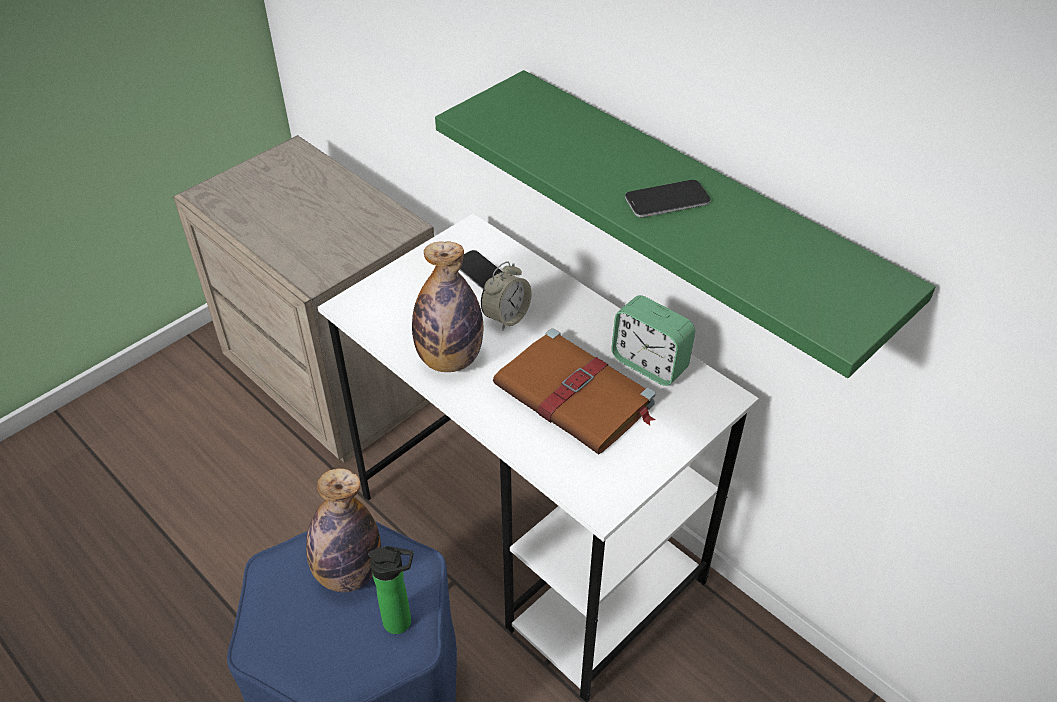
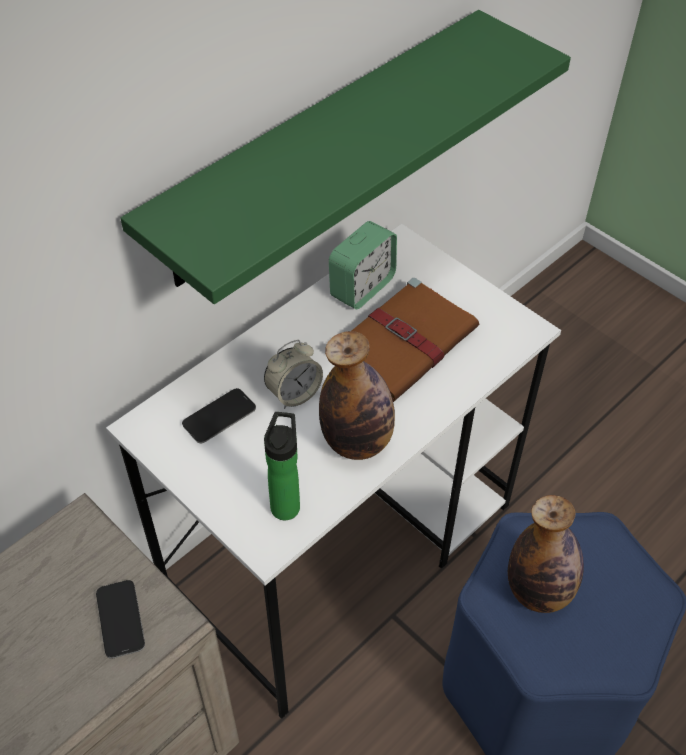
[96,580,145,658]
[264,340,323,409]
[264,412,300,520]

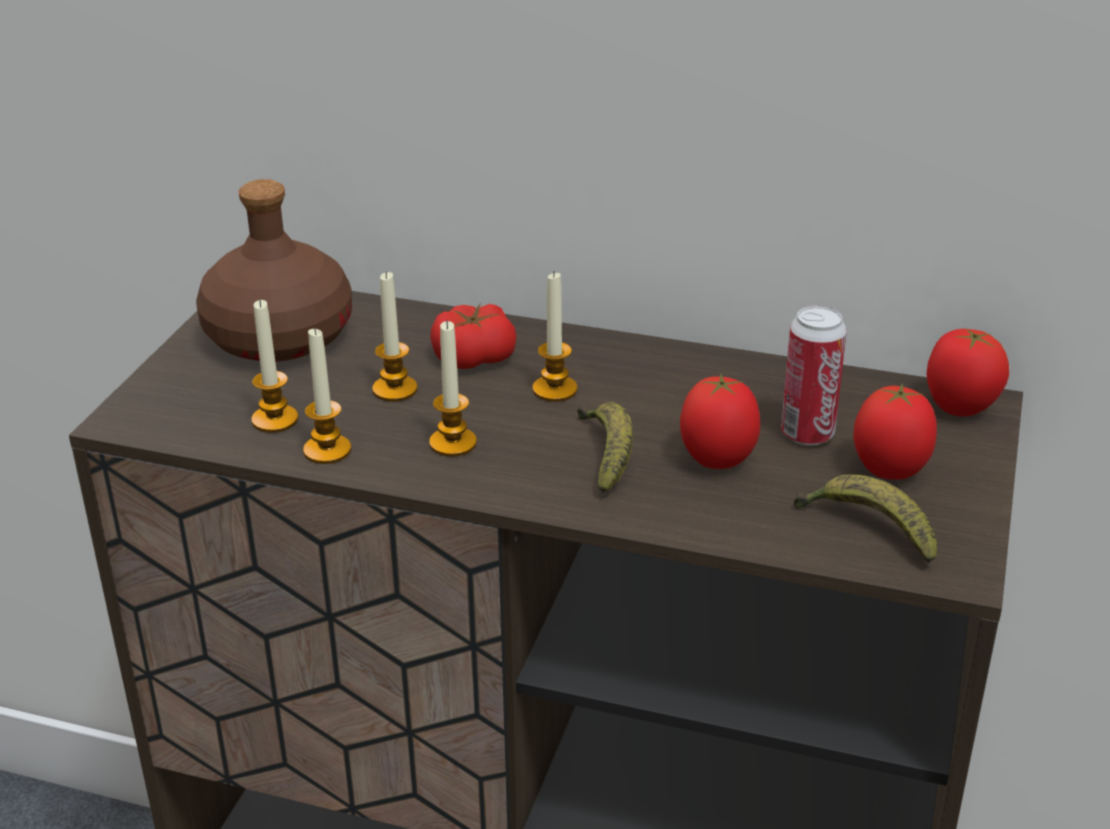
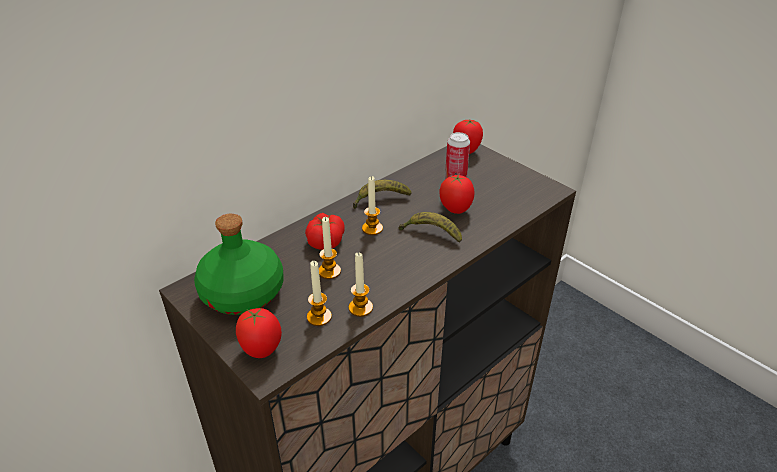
[194,214,284,315]
[429,321,477,457] (first image)
[236,307,282,358]
[353,180,412,209]

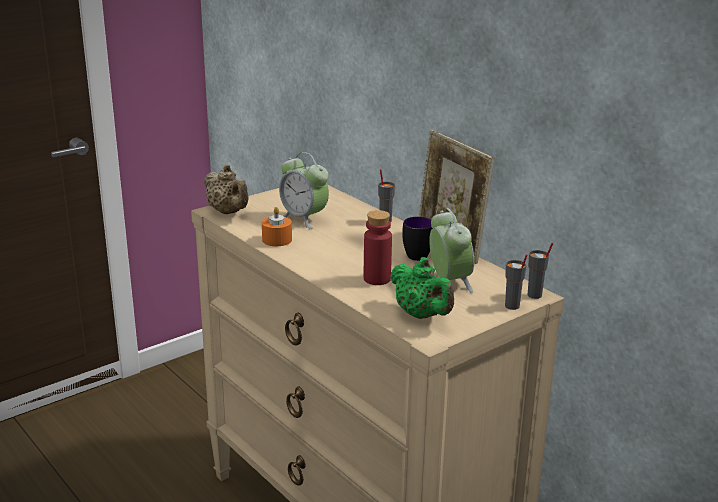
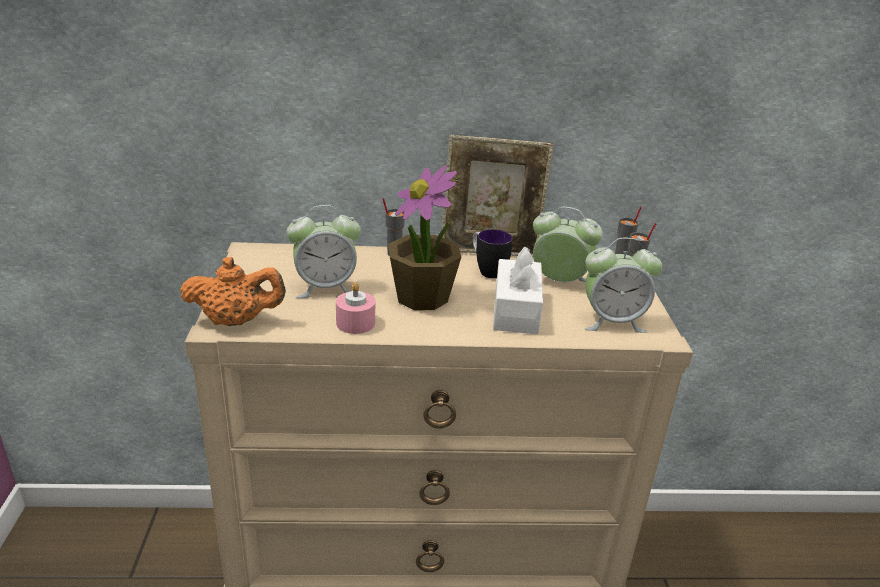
[180,257,286,326]
[336,282,375,334]
[493,246,543,334]
[585,238,662,333]
[388,165,461,310]

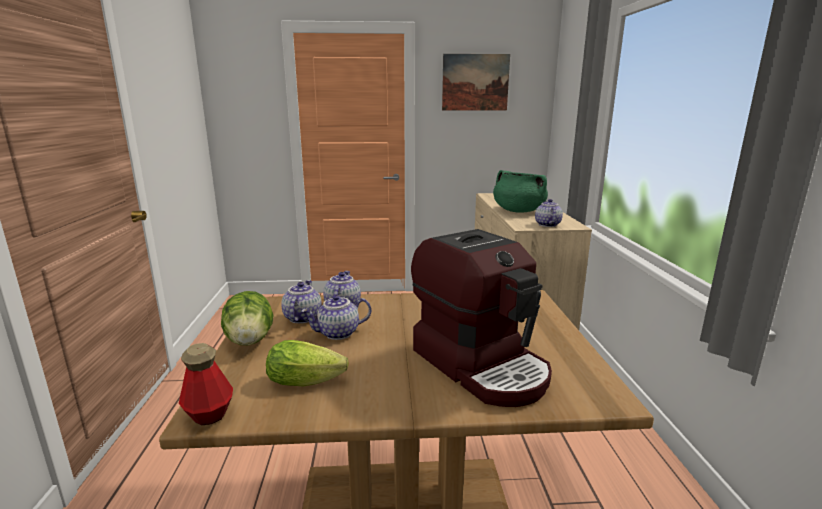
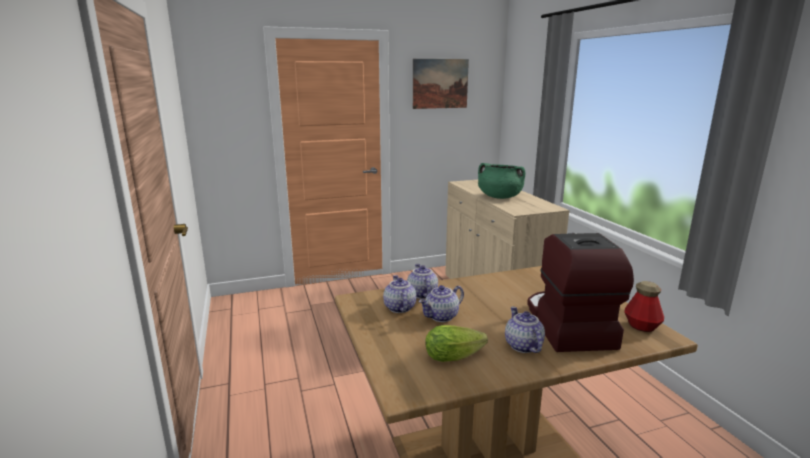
[505,307,545,353]
[527,233,634,352]
[221,291,273,345] (first image)
[624,281,664,332]

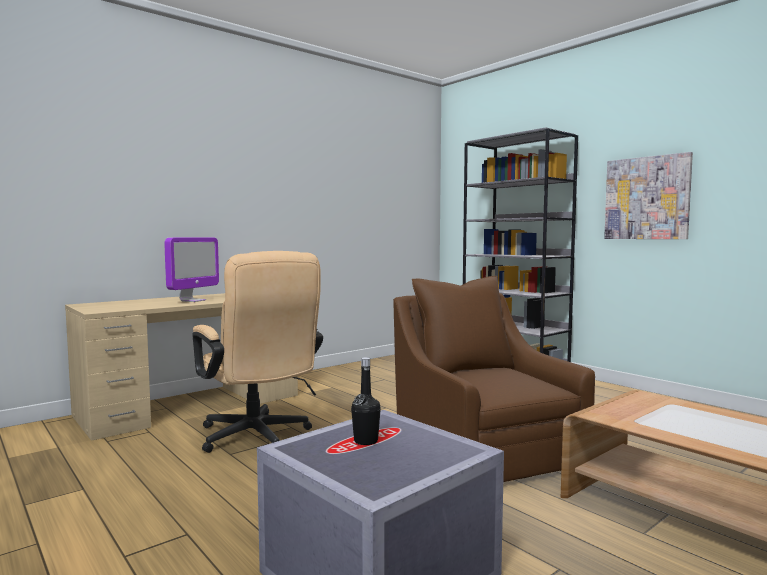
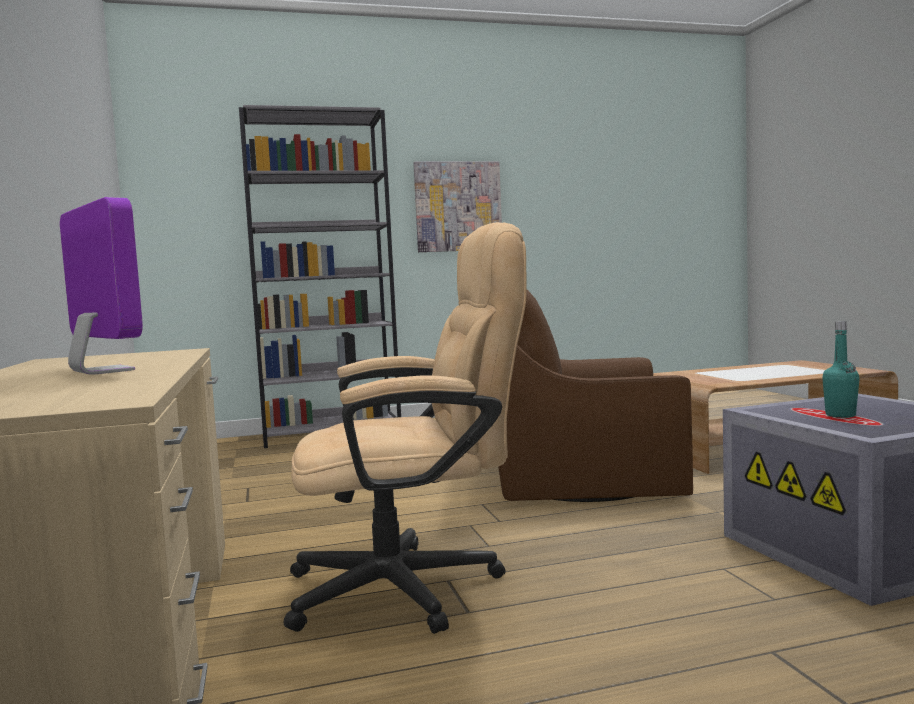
[822,321,860,418]

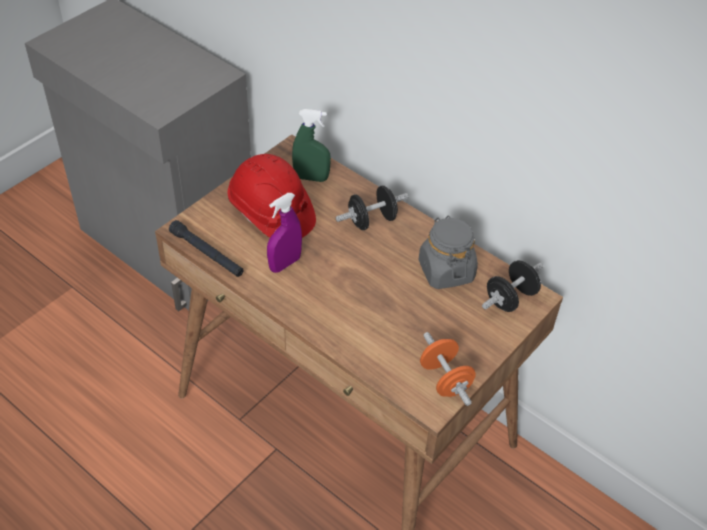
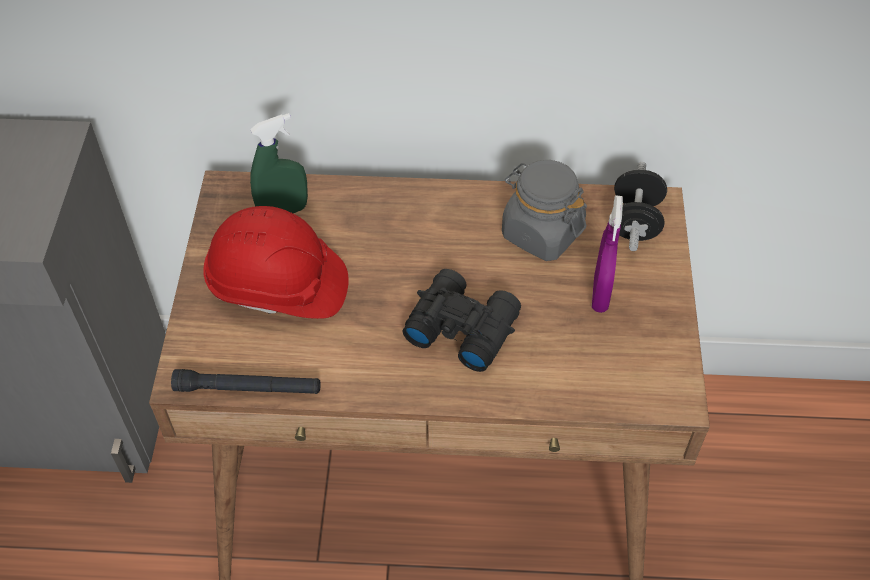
[336,186,409,230] (first image)
[592,195,623,313]
[420,332,476,406] (first image)
[403,269,521,372]

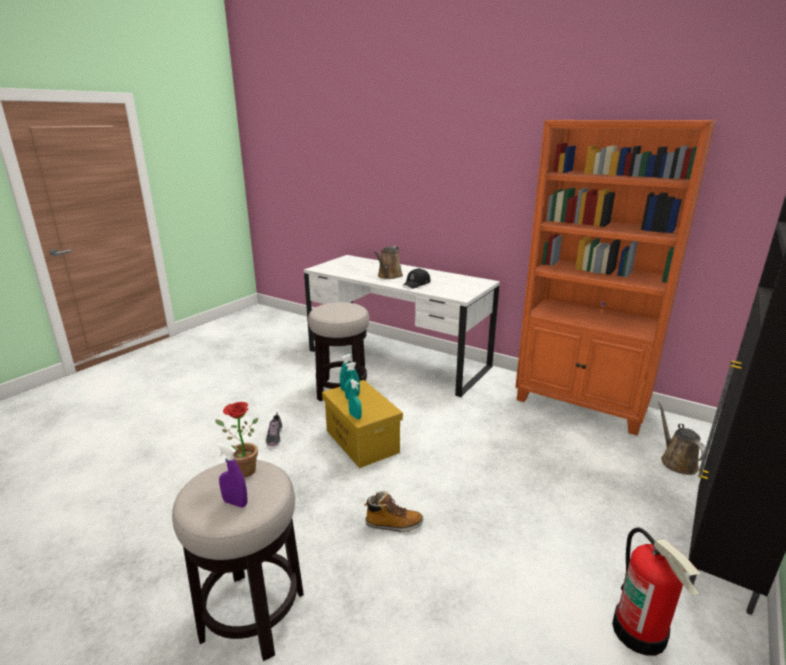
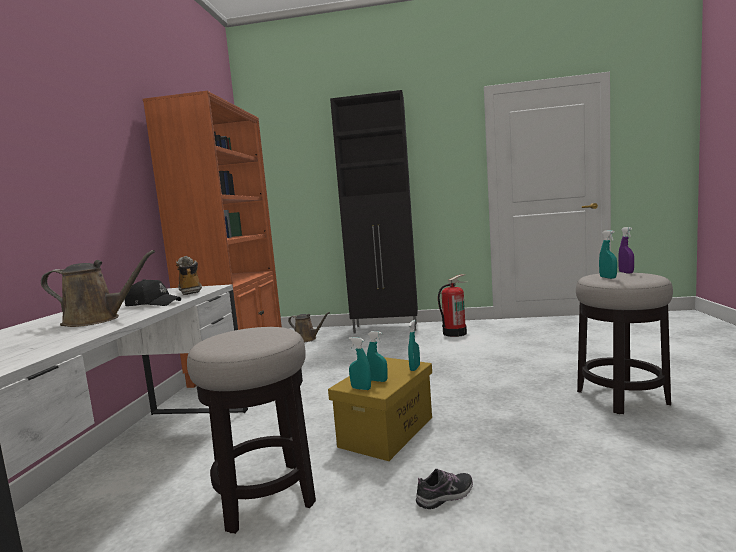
[599,230,617,279]
[288,312,330,342]
[176,256,202,295]

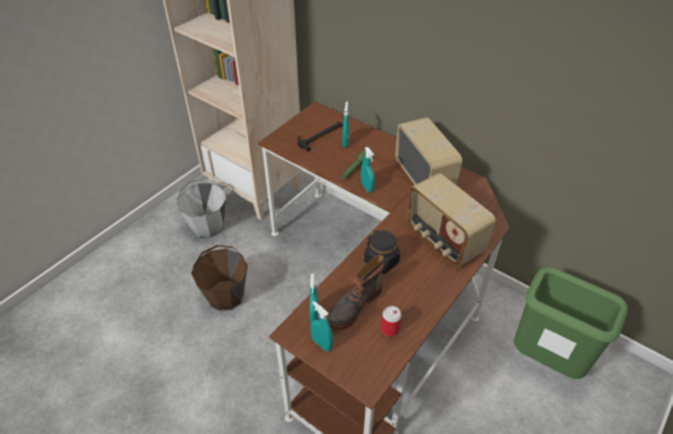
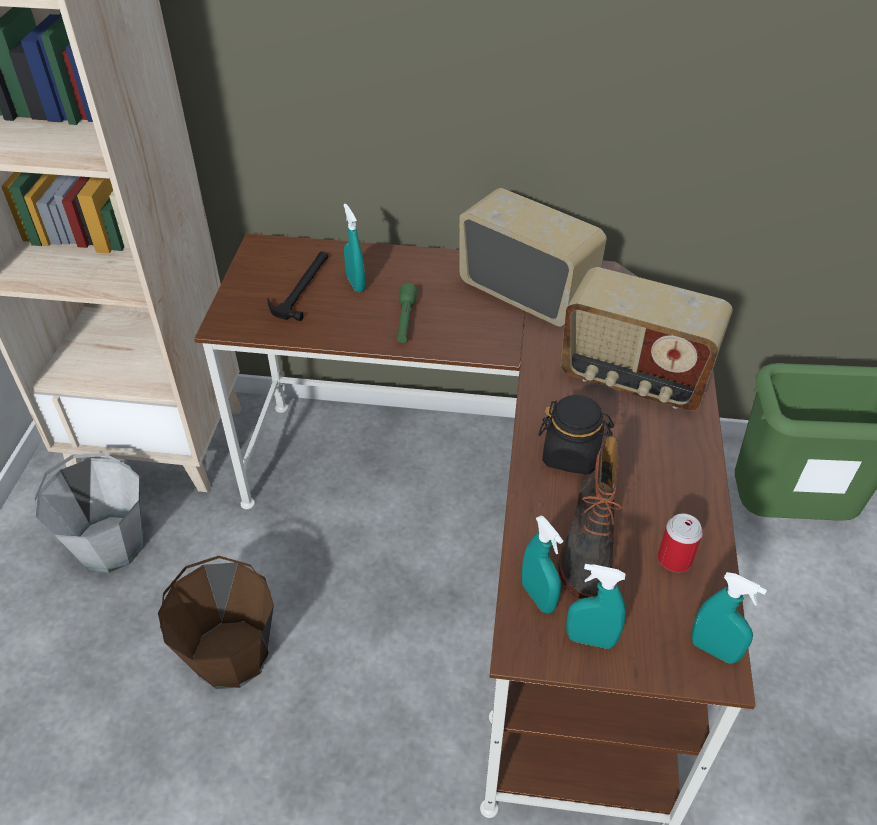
[691,572,767,664]

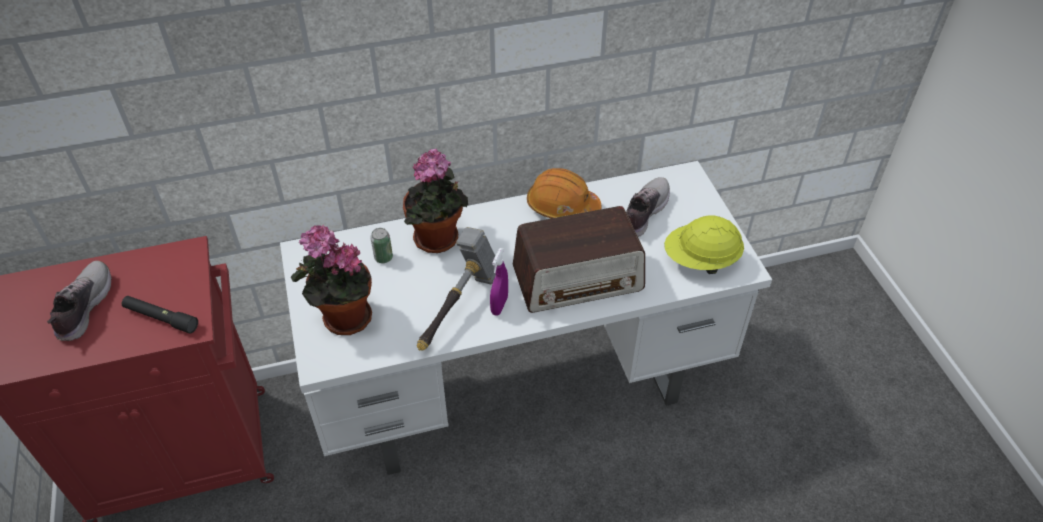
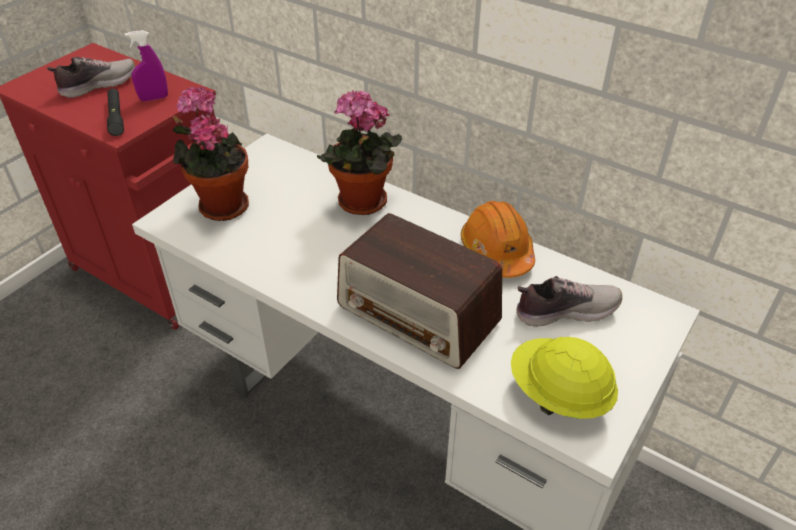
[417,227,496,350] (first image)
[370,228,393,263] (first image)
[124,30,168,101]

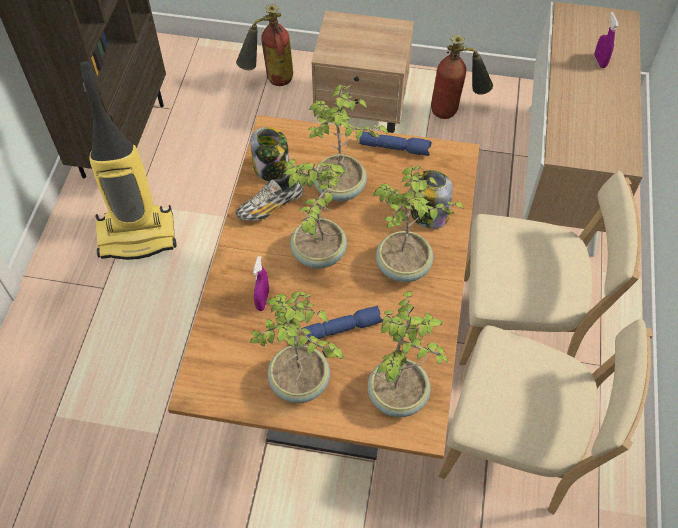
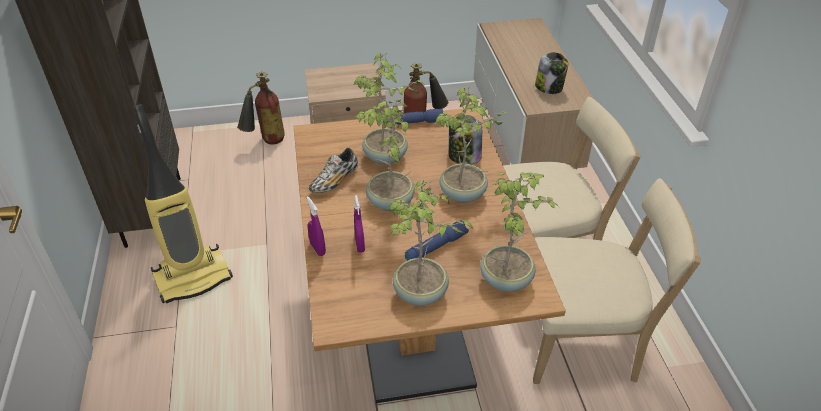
[306,196,326,256]
[535,52,568,94]

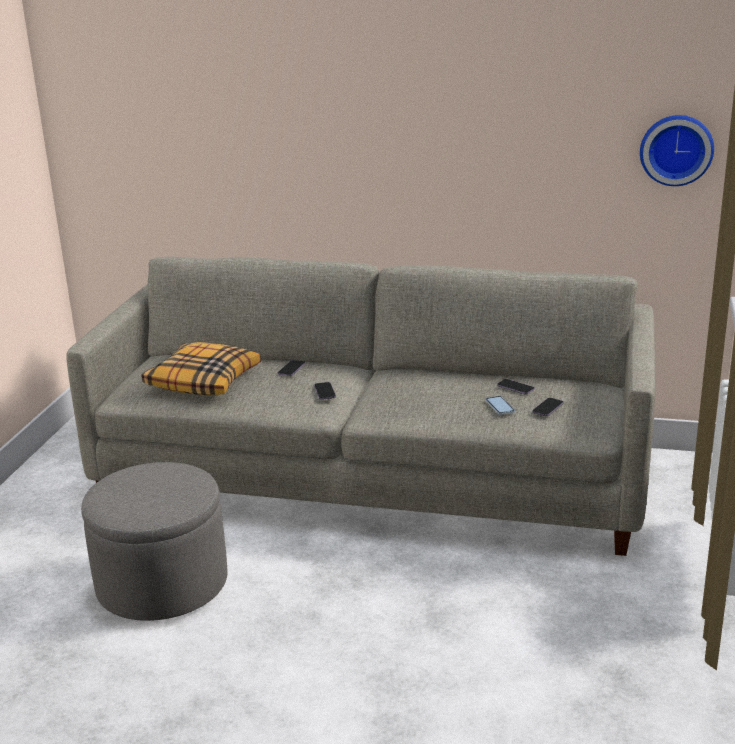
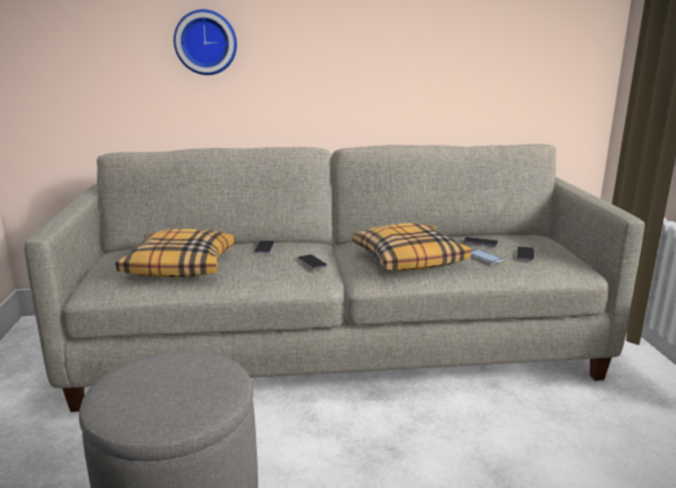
[174,9,237,75]
[353,223,471,271]

